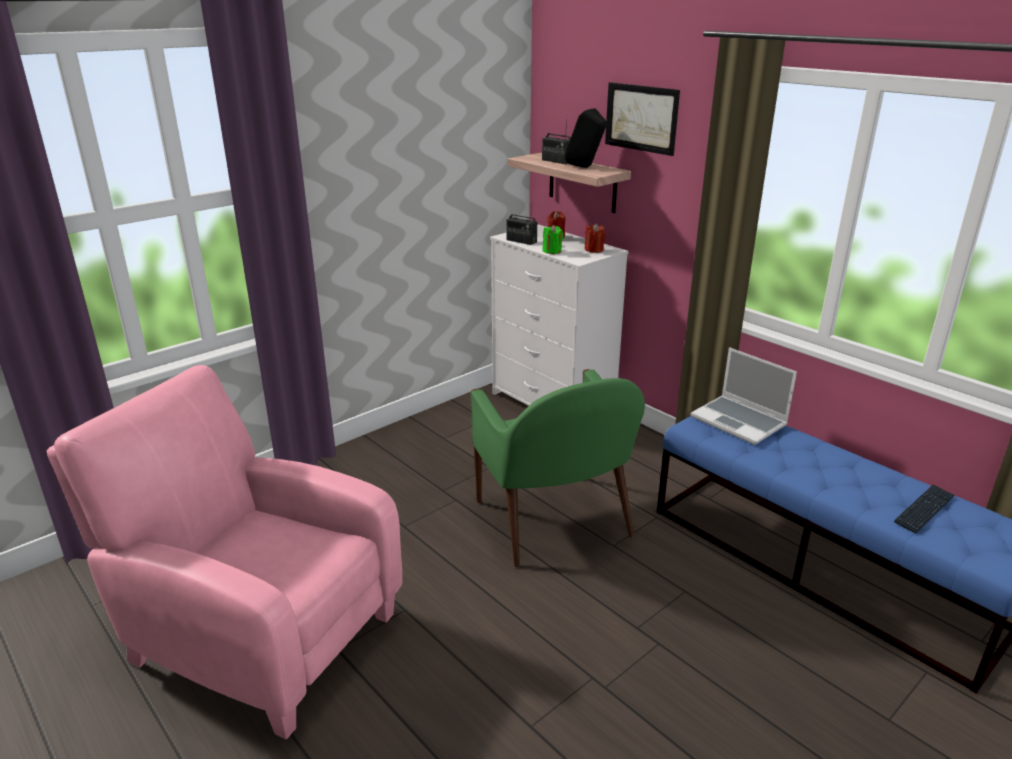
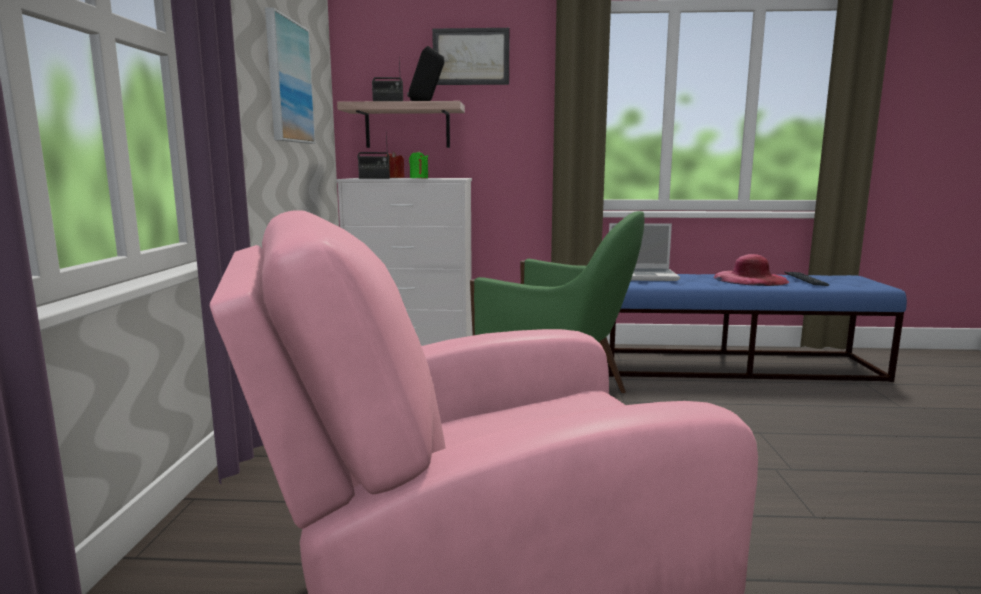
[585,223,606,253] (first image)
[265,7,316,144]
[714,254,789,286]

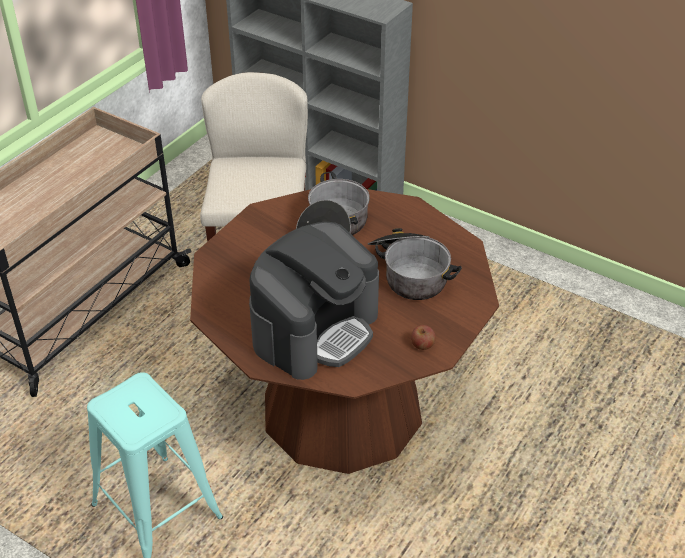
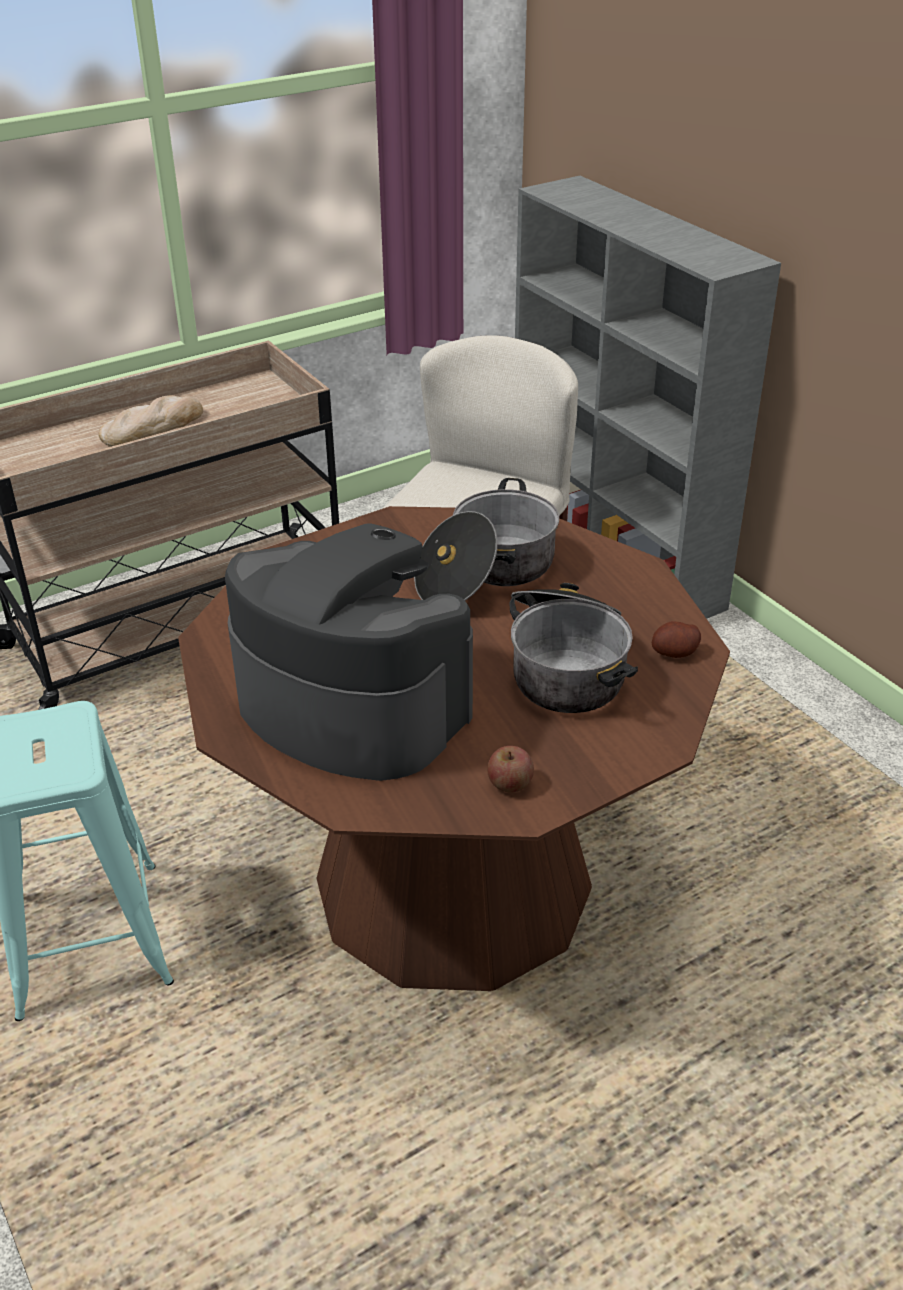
[225,523,473,781]
[99,395,203,447]
[651,621,701,658]

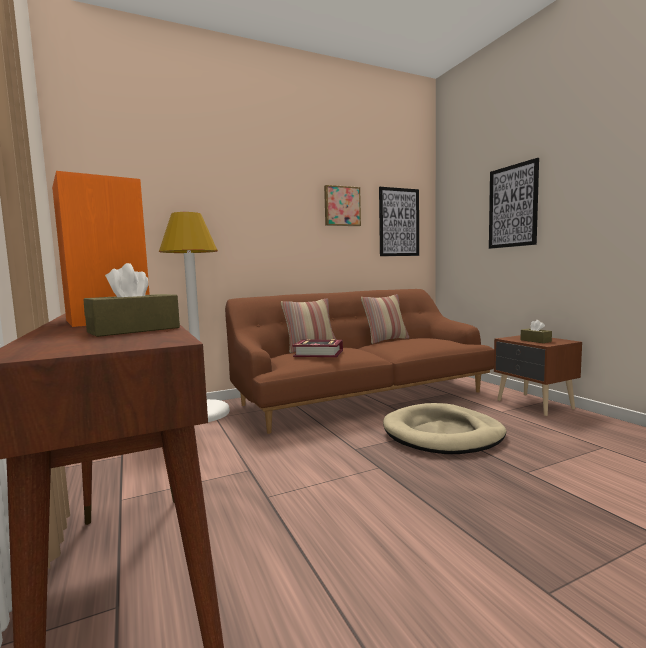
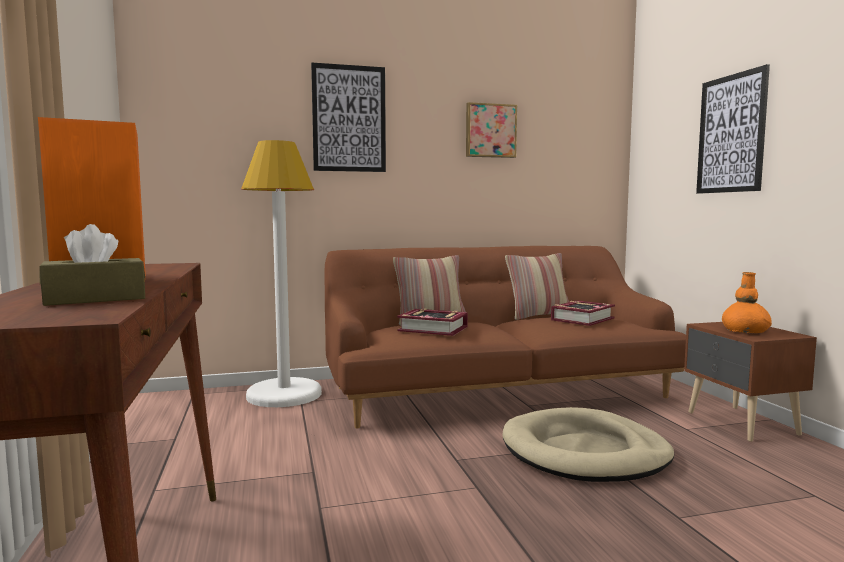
[311,63,386,172]
[722,272,772,333]
[551,300,615,326]

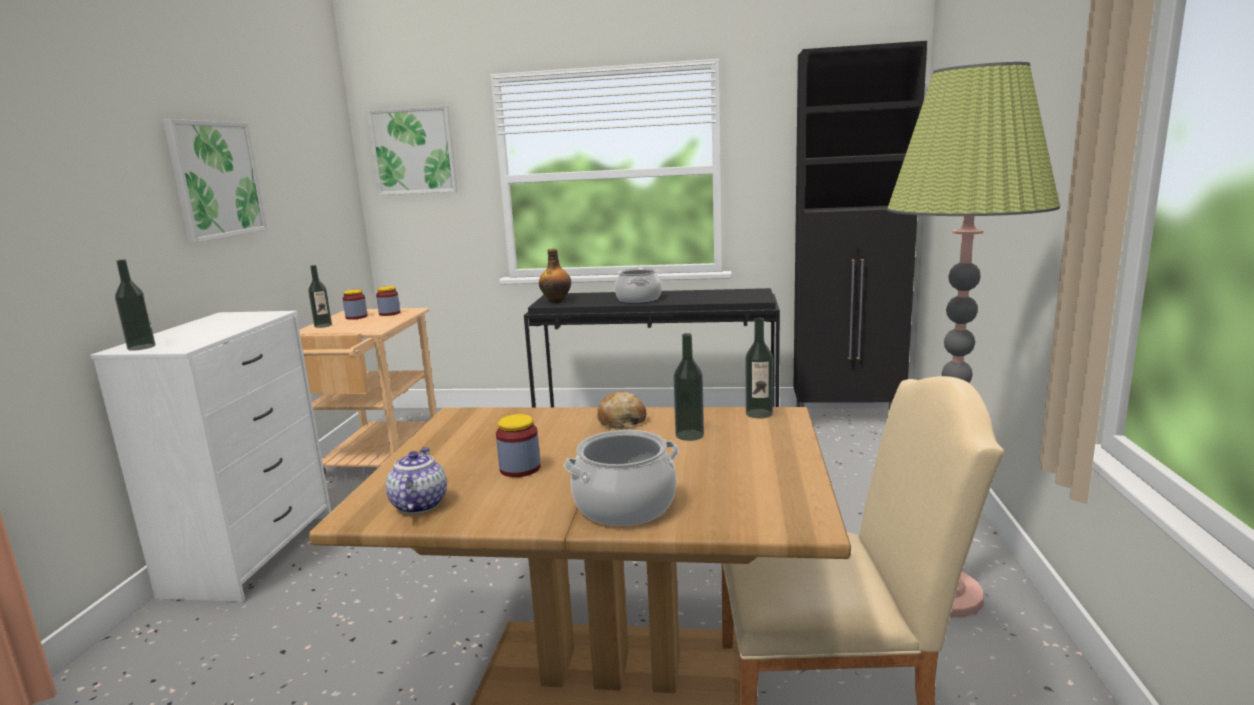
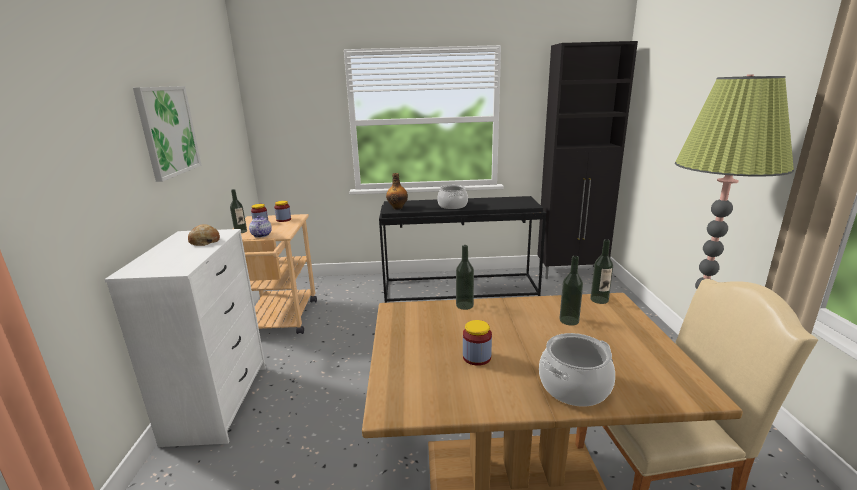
[367,106,458,195] (first image)
[456,245,474,310]
[188,224,220,246]
[249,216,272,238]

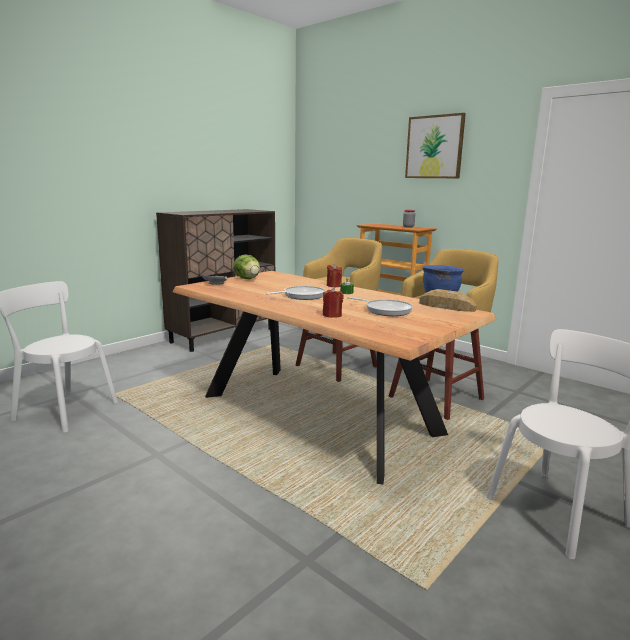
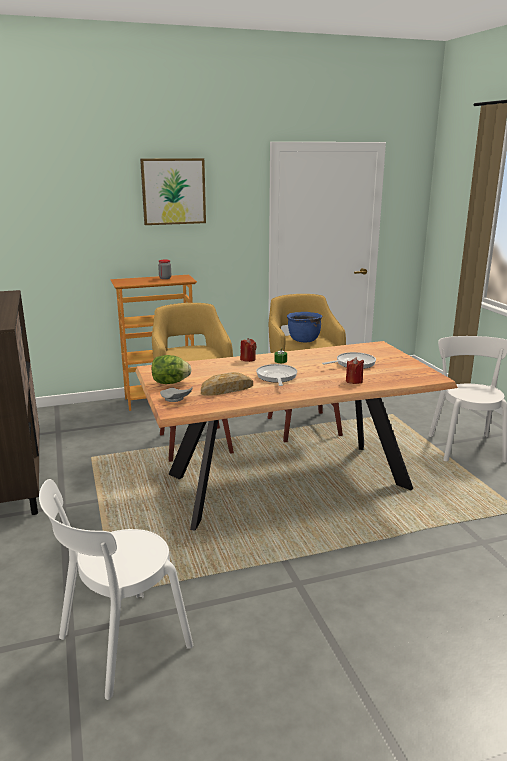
[201,372,253,396]

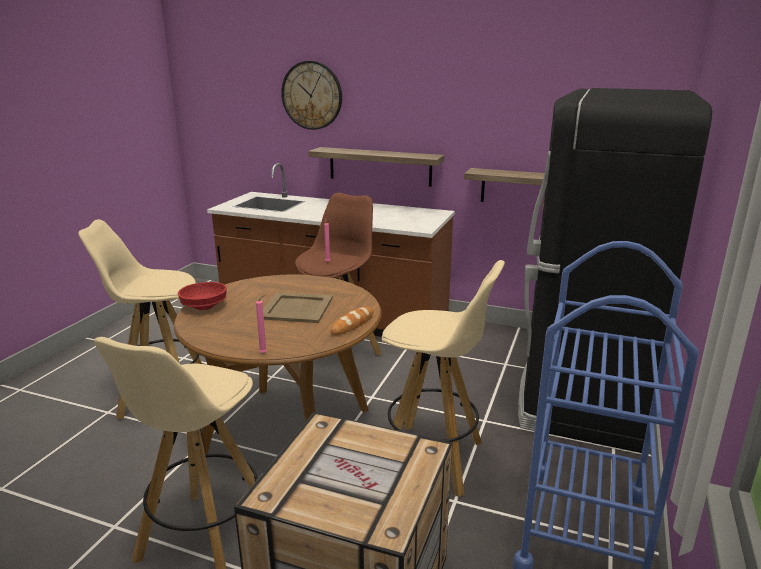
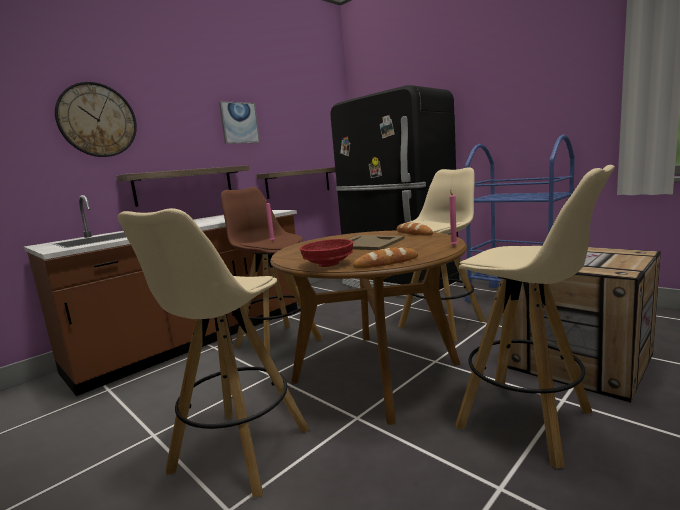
[219,101,260,144]
[353,247,418,268]

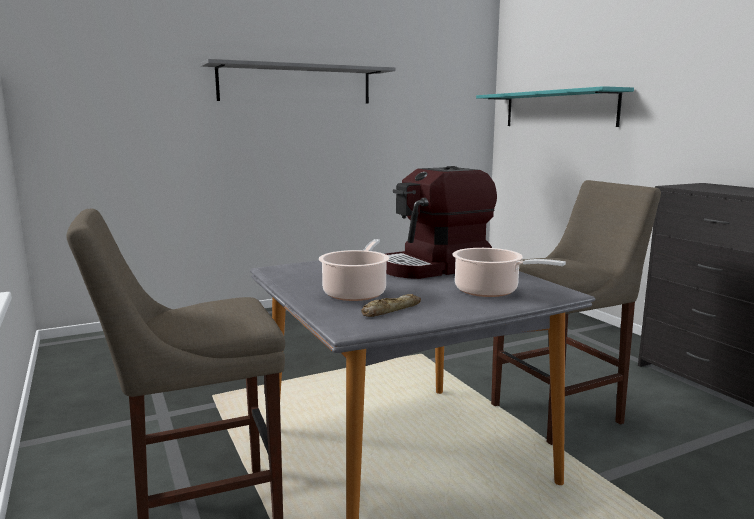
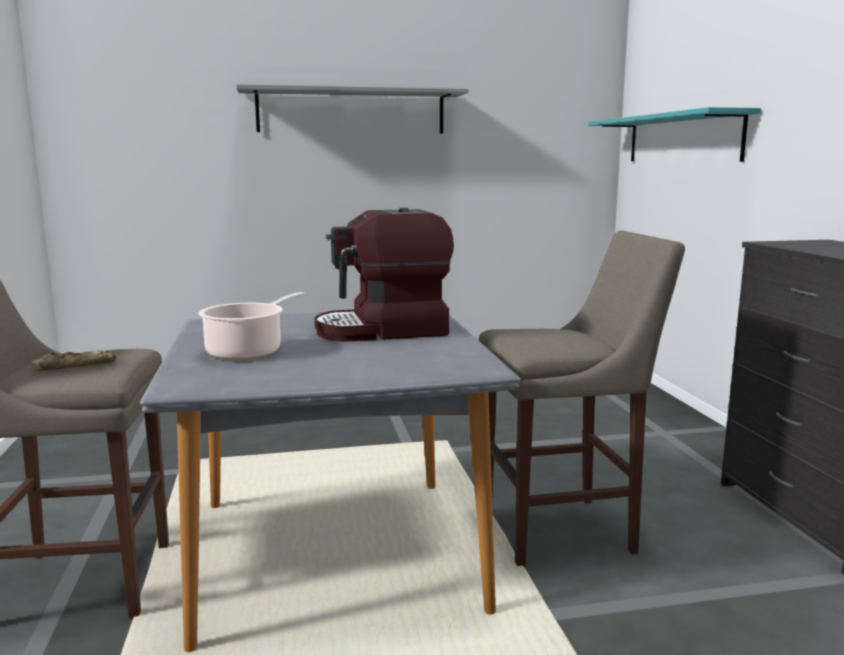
[453,248,566,297] (first image)
[30,350,117,370]

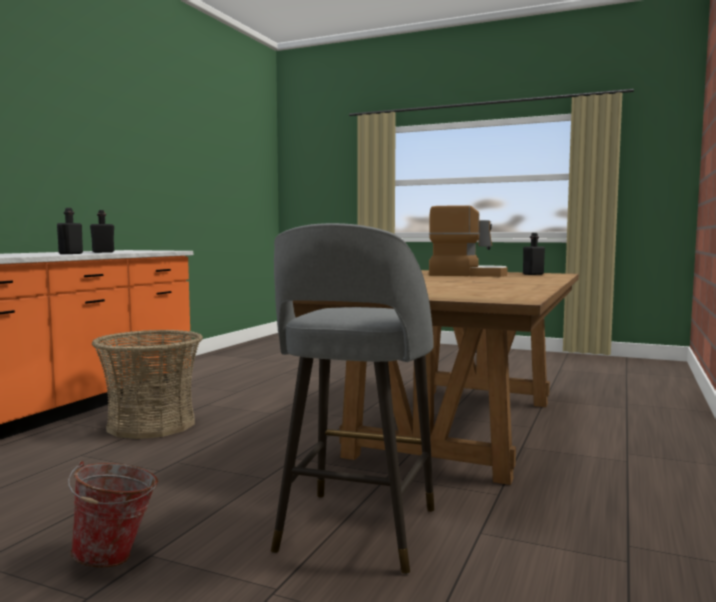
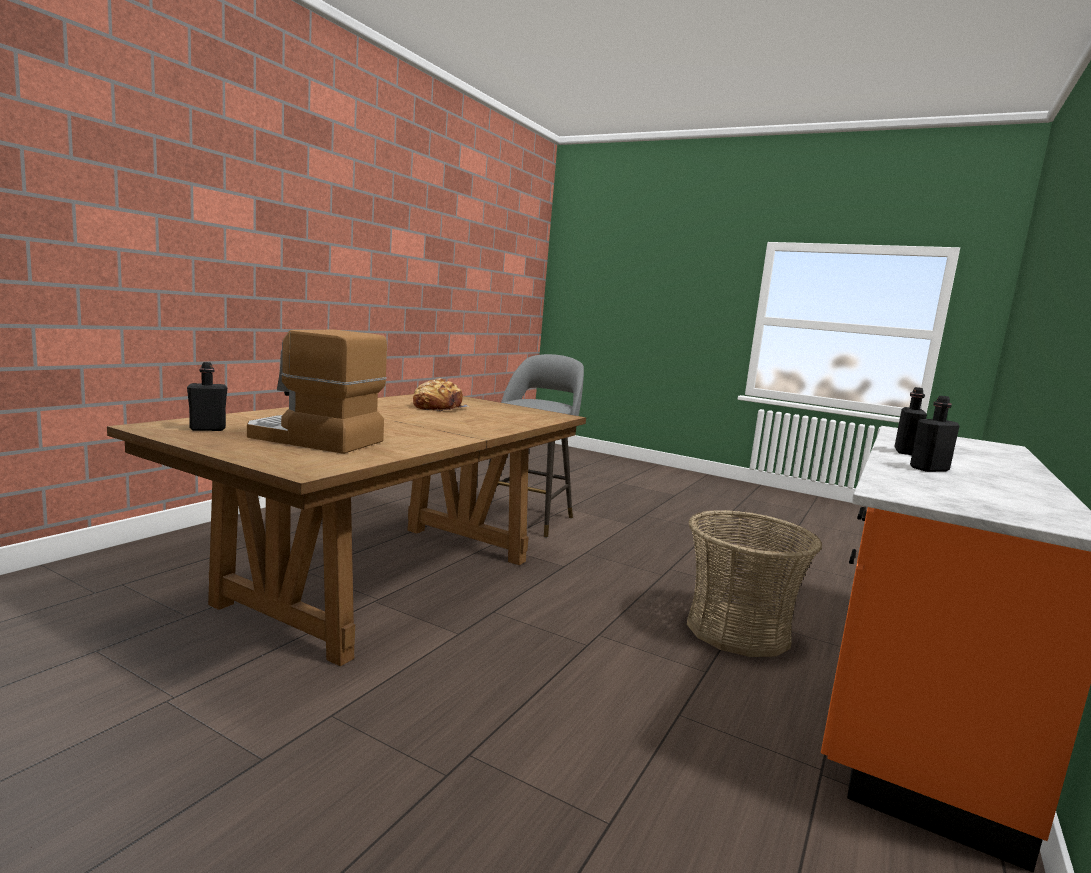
[68,461,158,567] (first image)
[413,378,469,412]

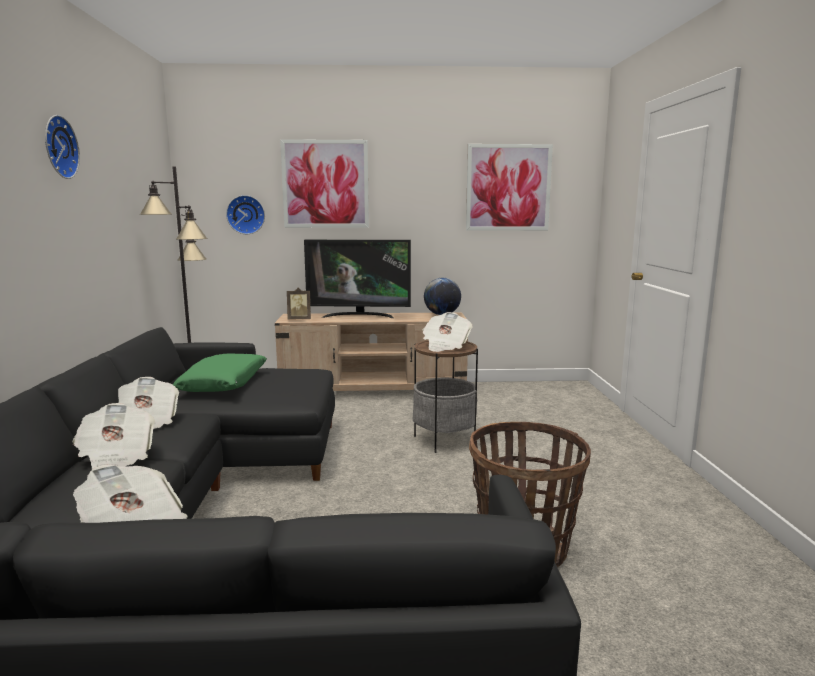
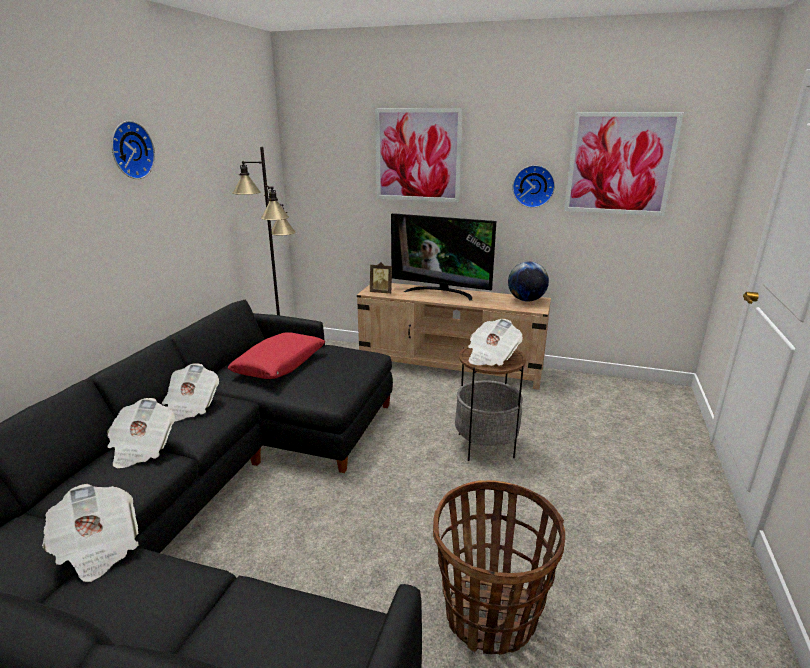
[512,165,555,208]
[228,332,325,379]

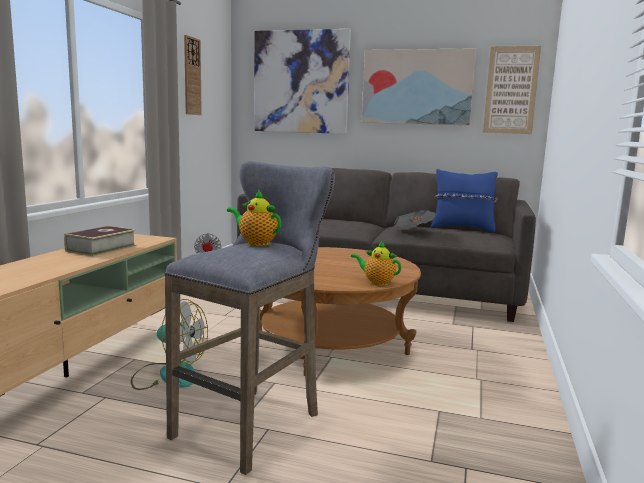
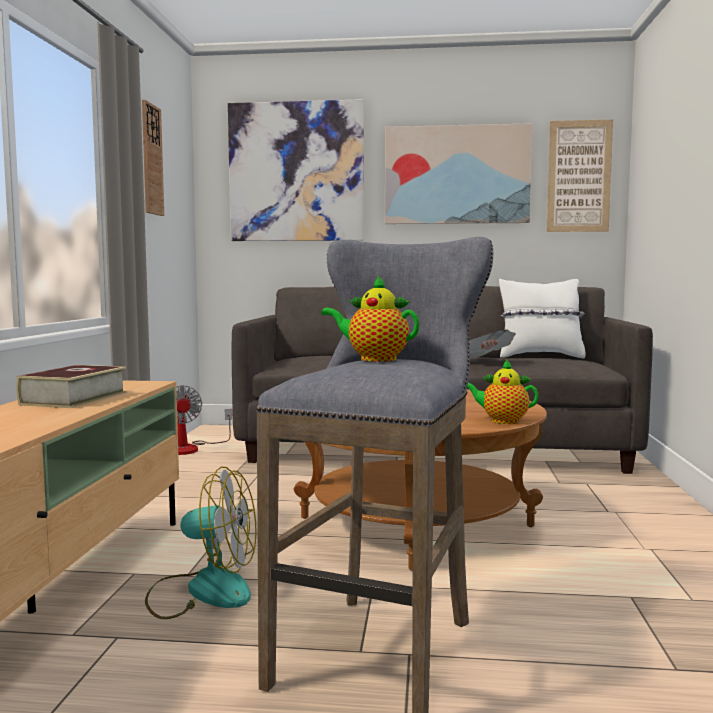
[499,279,586,359]

